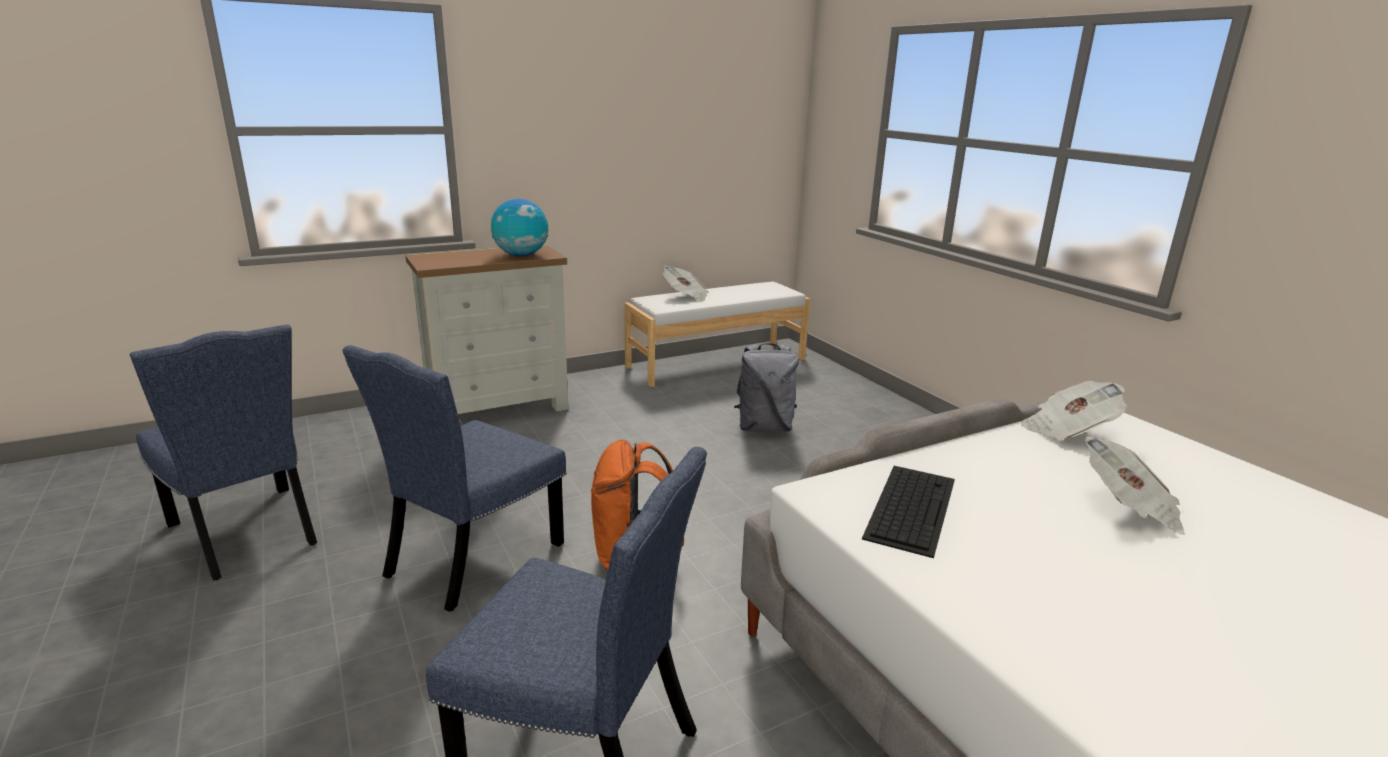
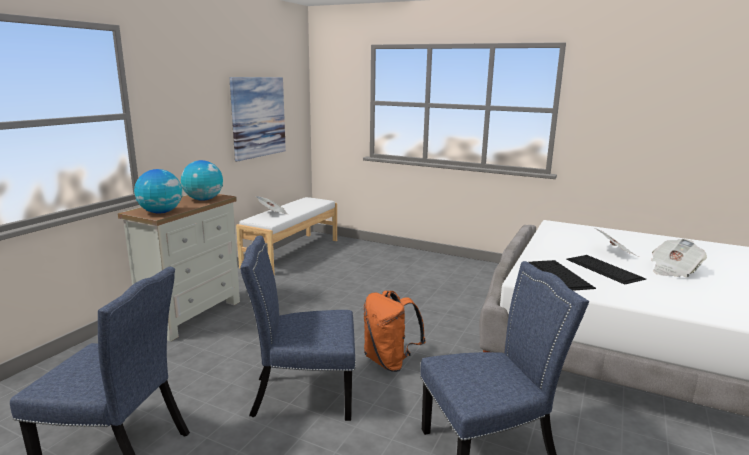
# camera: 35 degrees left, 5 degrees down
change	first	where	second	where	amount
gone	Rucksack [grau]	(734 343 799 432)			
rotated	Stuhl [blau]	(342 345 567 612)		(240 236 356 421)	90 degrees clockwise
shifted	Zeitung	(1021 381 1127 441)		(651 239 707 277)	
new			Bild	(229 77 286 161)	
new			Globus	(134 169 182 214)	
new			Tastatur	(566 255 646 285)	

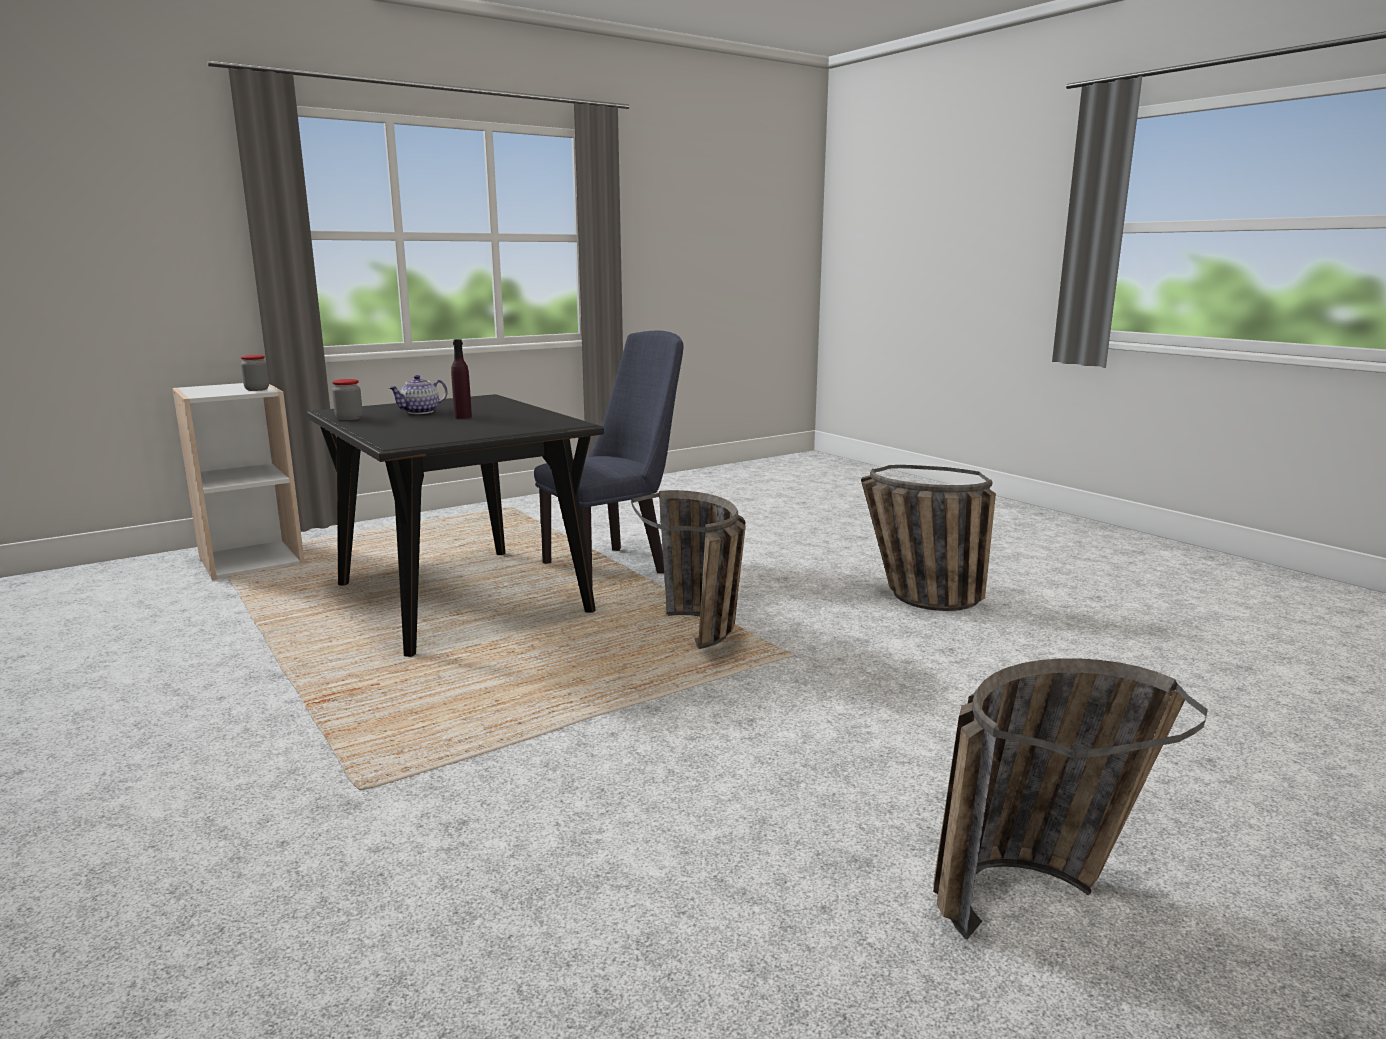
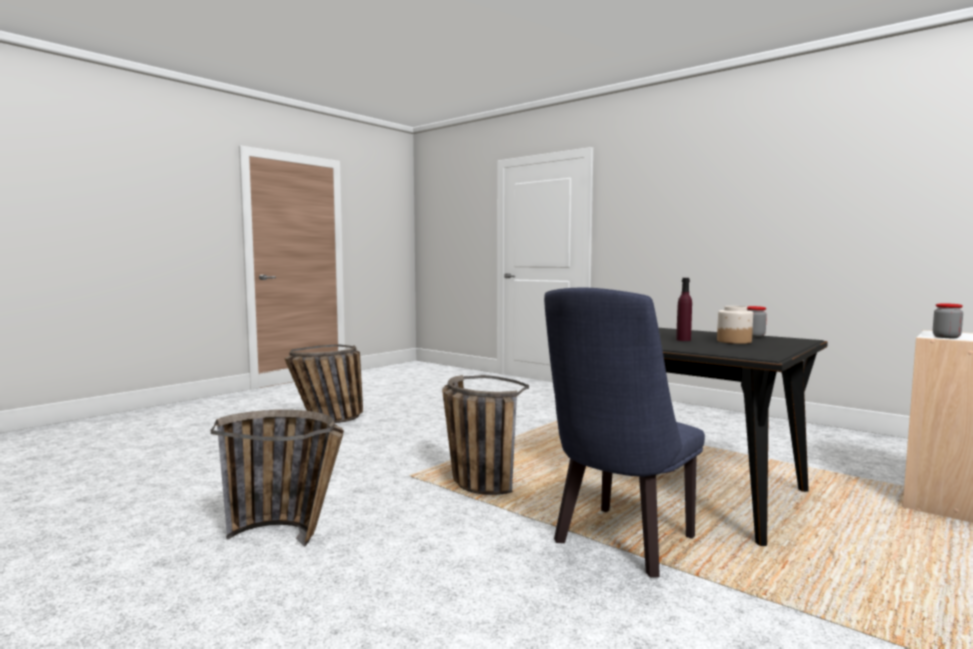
# camera: 165 degrees right, 10 degrees down
change	first	where	second	where	amount
swapped	Teekanne	(389 375 447 414)	Vorratsglas	(717 306 753 344)	

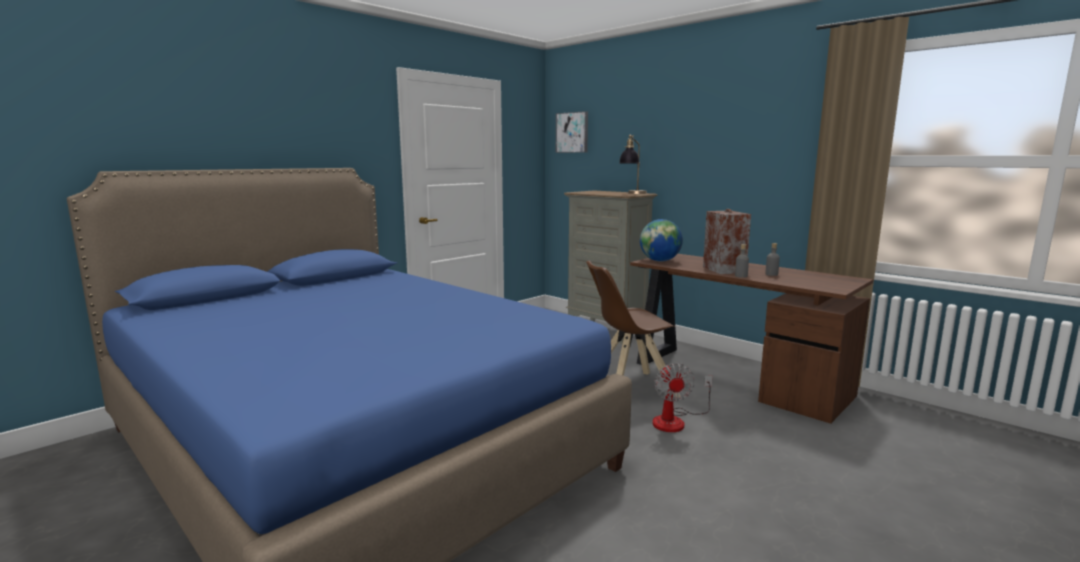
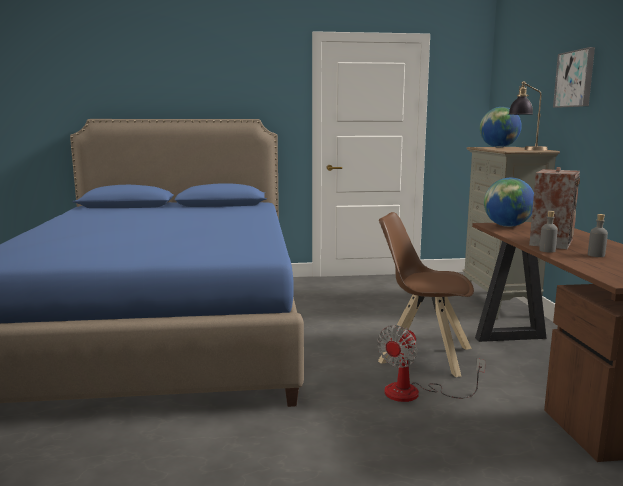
# camera: 40 degrees right, 0 degrees up
change	first	where	second	where	amount
shifted	Bild	(556 111 588 153)		(553 47 595 108)	
new			Globus	(480 107 522 148)	

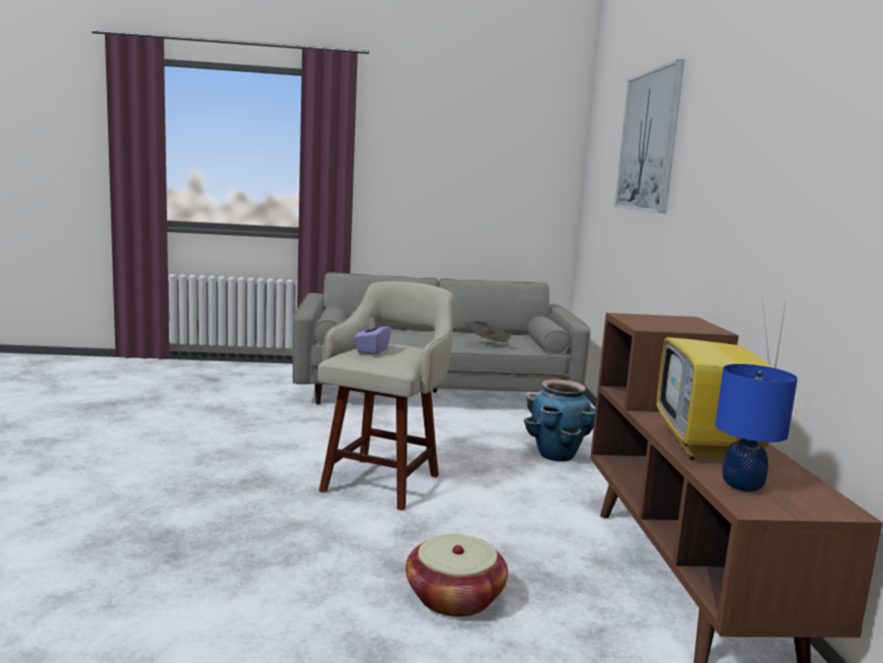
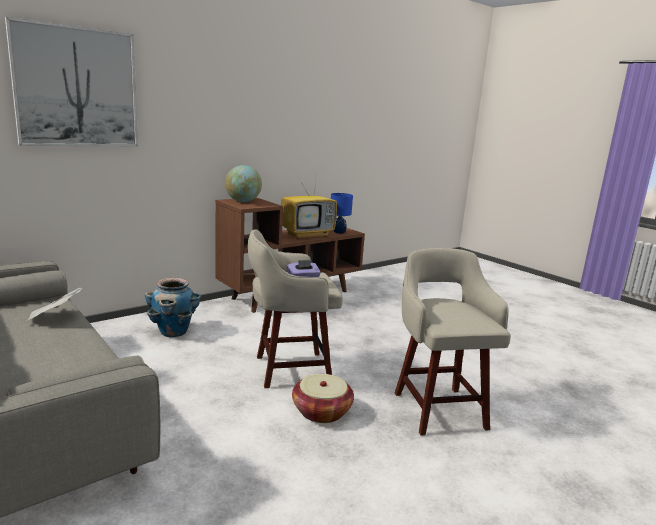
# camera: 125 degrees left, 5 degrees up
change	first	where	second	where	amount
shifted	Korb	(405 534 508 617)		(292 374 354 423)	
new			Globus	(225 165 262 202)	
new			Hocker [beige]	(395 248 511 435)	

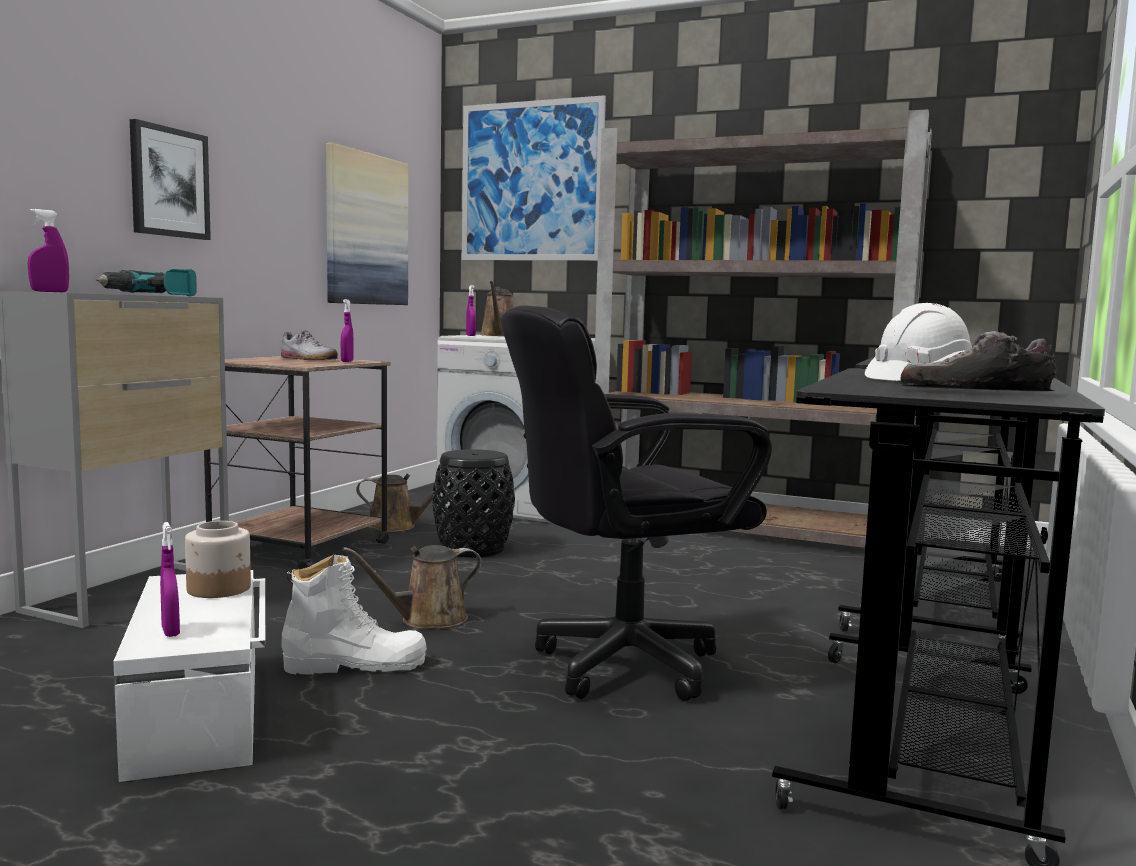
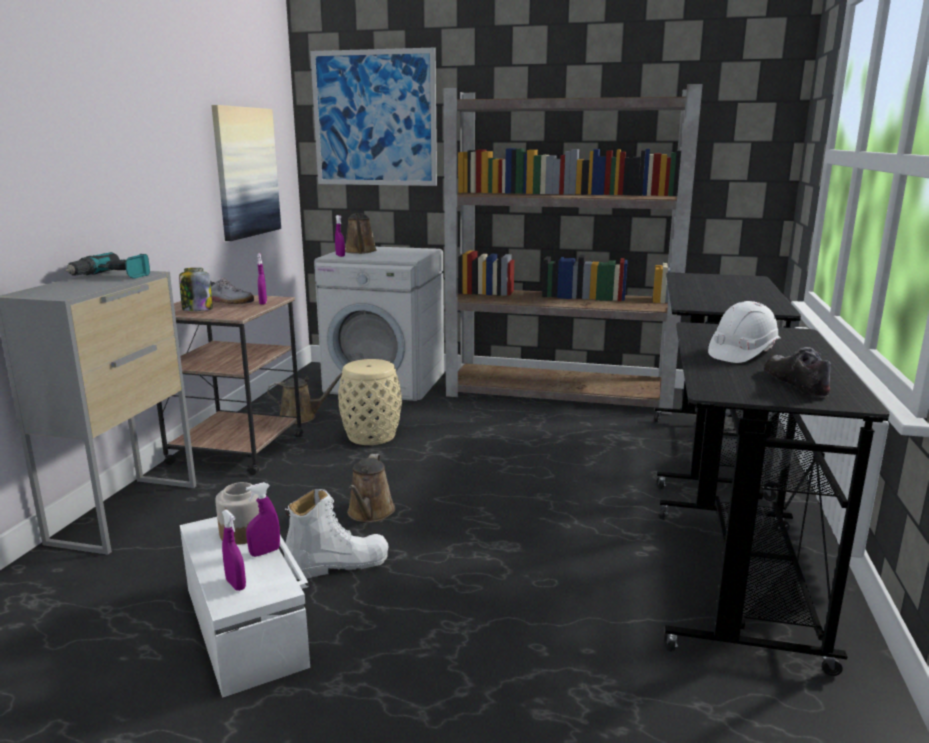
# camera: 10 degrees left, 10 degrees up
change	first	where	second	where	amount
gone	Bild	(130 119 211 240)			
shifted	Sprühflasche [lila]	(28 209 69 292)		(246 482 280 557)	
gone	Bürostuhl [schwarz]	(501 306 772 701)			
rotated	Schuh	(900 331 1056 391)		(764 347 831 398)	90 degrees clockwise
repainted	Hocker [schwarz]	(433 449 515 558)	Hocker [beige]	(338 359 402 445)	
rotated	Gießkanne [braun]	(342 545 482 628)		(347 454 395 522)	45 degrees counterclockwise
new			Vorratsglas	(179 268 213 311)	

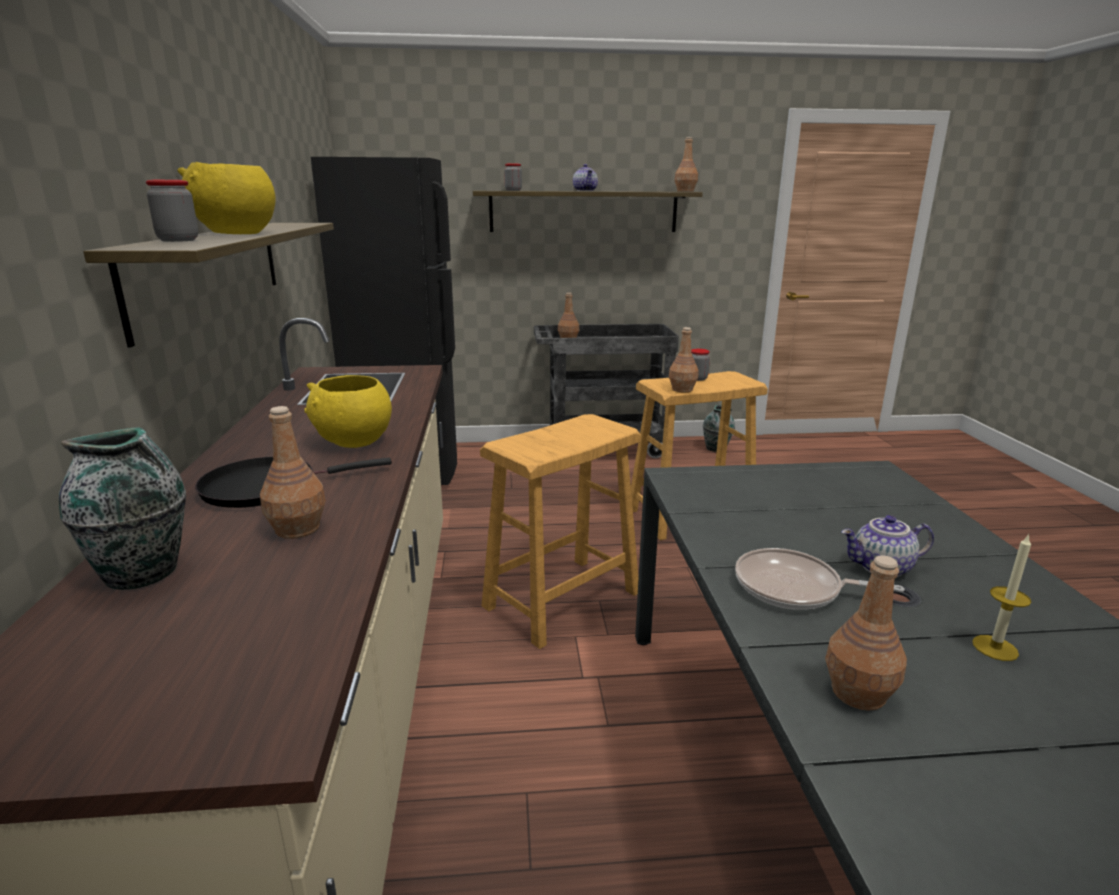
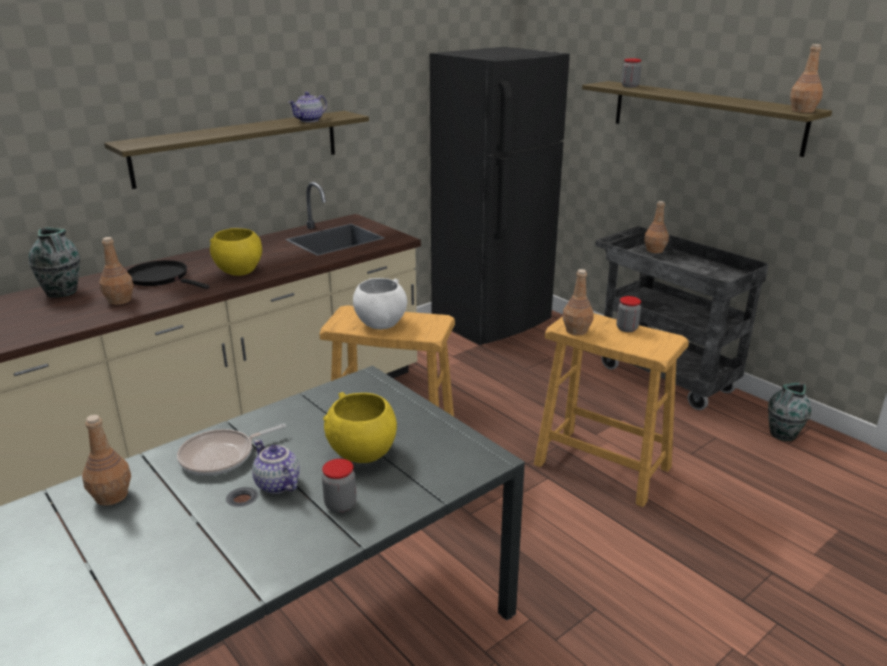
# camera: 55 degrees right, 5 degrees up
change	first	where	second	where	amount
shifted	Schüssel [gelb]	(178 162 276 234)		(323 392 397 463)	
shifted	Teekanne	(573 164 598 191)		(288 92 327 122)	
shifted	Vorratsglas	(146 180 198 242)		(322 459 356 513)	
gone	Kerze	(972 534 1031 661)			
rotated	Pfanne	(735 548 905 610)		(177 424 286 476)	105 degrees counterclockwise
new			Schüssel [weiß]	(353 278 407 329)	

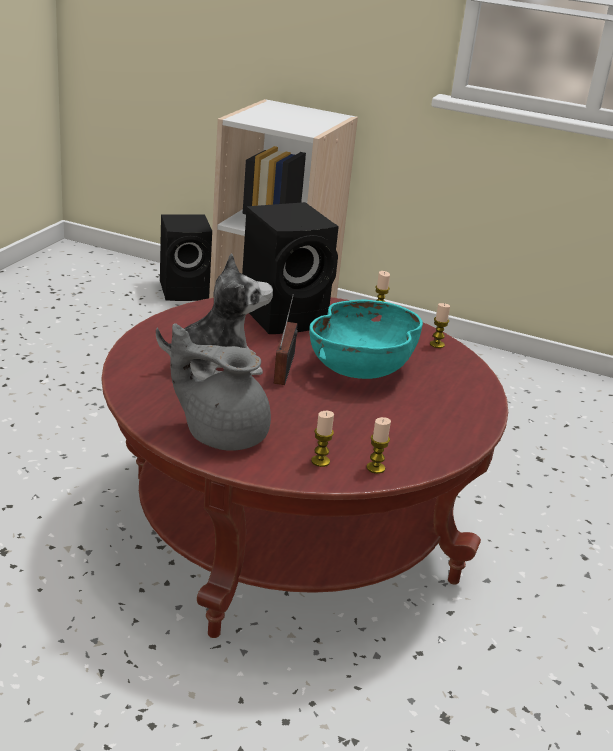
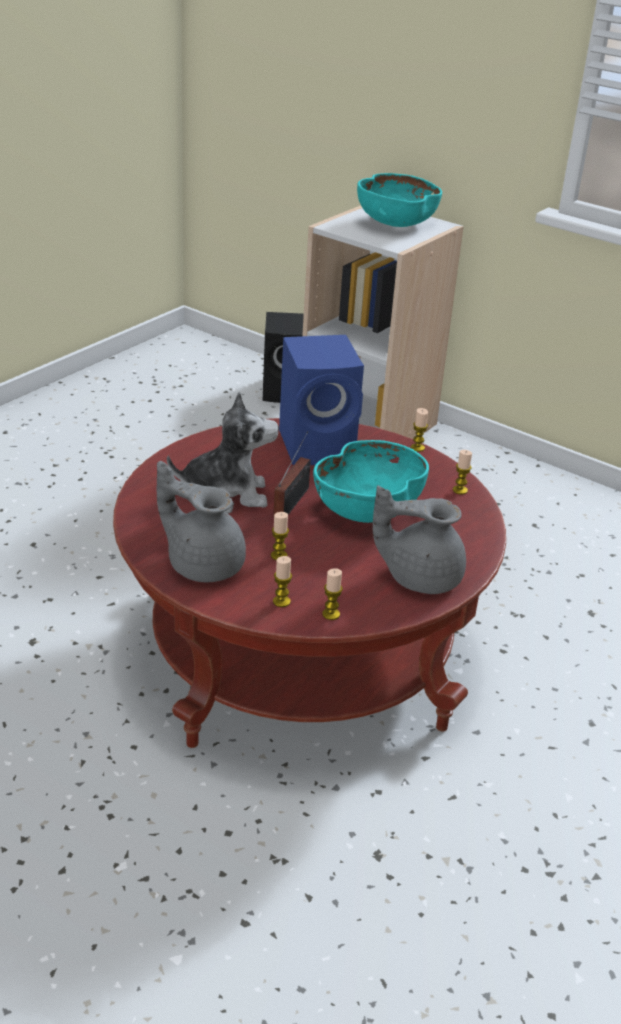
# camera: 15 degrees right, 5 degrees up
change	first	where	second	where	amount
repainted	Lautsprecher [schwarz]	(242 202 339 334)	Lautsprecher [blau]	(279 335 364 465)	
new			Schüssel [türkis]	(357 173 442 227)	
new			Teekanne [grau]	(373 485 466 594)	
new			Kerze	(271 512 289 560)	

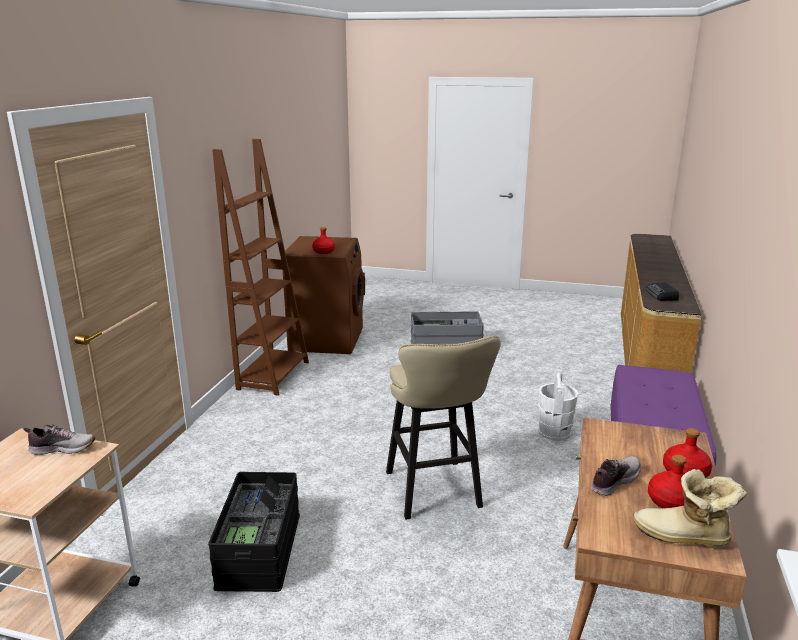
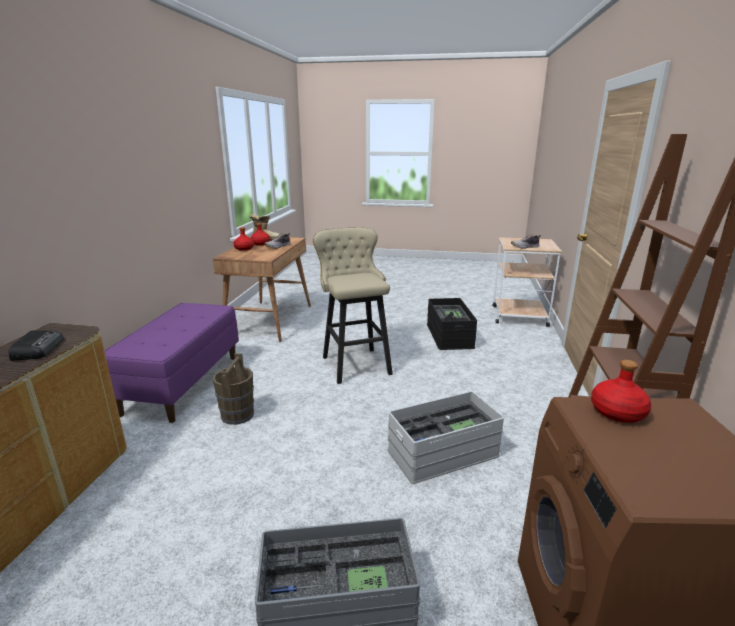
# camera: 175 degrees right, 0 degrees up
change	first	where	second	where	amount
repainted	Eimer [weiß]	(538 369 578 441)	Eimer [braun]	(213 353 254 425)	
new			Aufbewahrungsbox [grau]	(387 391 504 484)	

